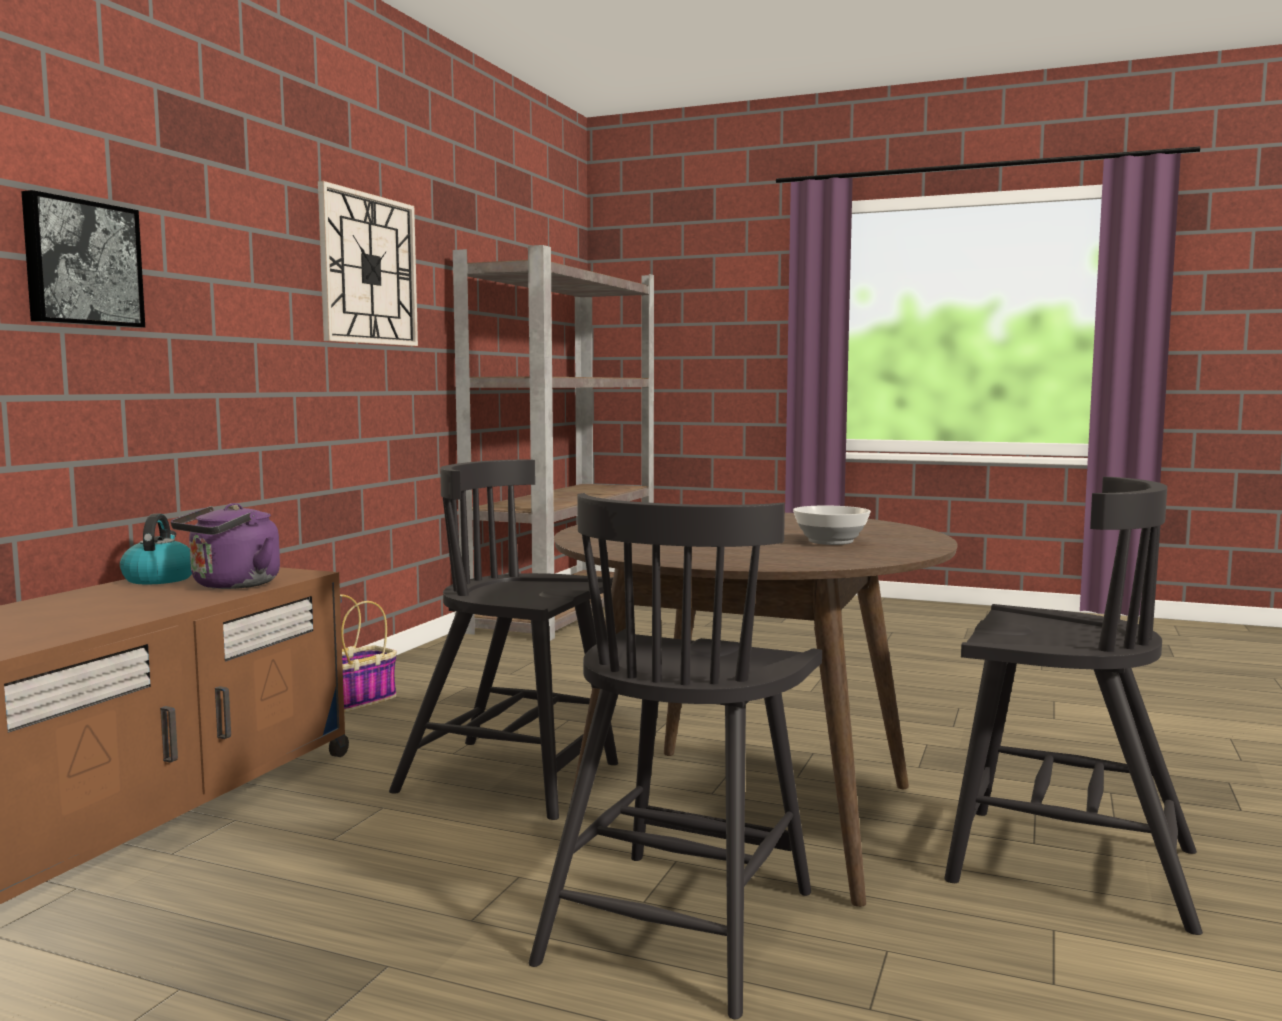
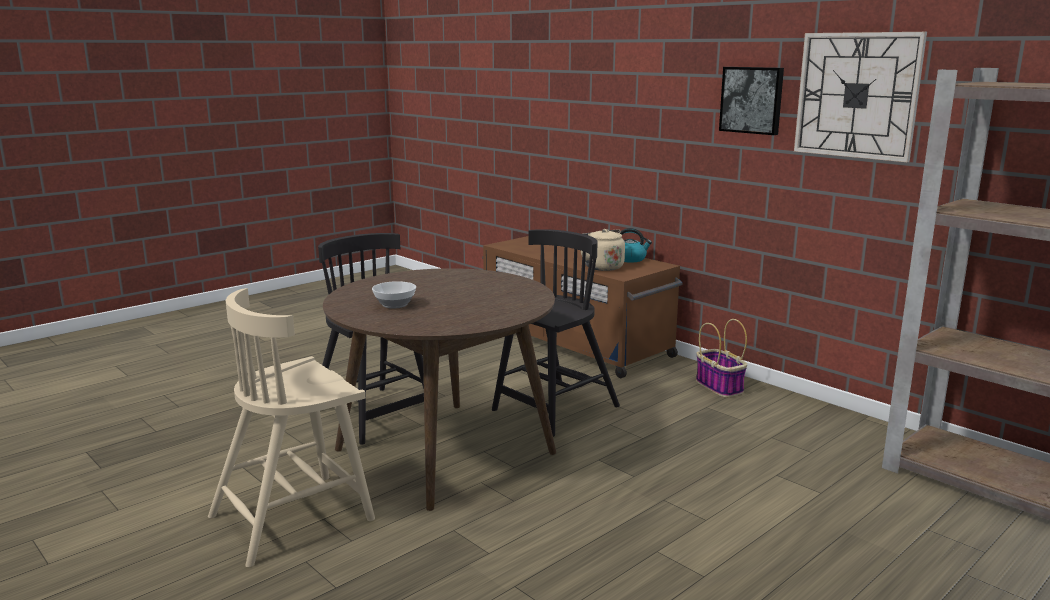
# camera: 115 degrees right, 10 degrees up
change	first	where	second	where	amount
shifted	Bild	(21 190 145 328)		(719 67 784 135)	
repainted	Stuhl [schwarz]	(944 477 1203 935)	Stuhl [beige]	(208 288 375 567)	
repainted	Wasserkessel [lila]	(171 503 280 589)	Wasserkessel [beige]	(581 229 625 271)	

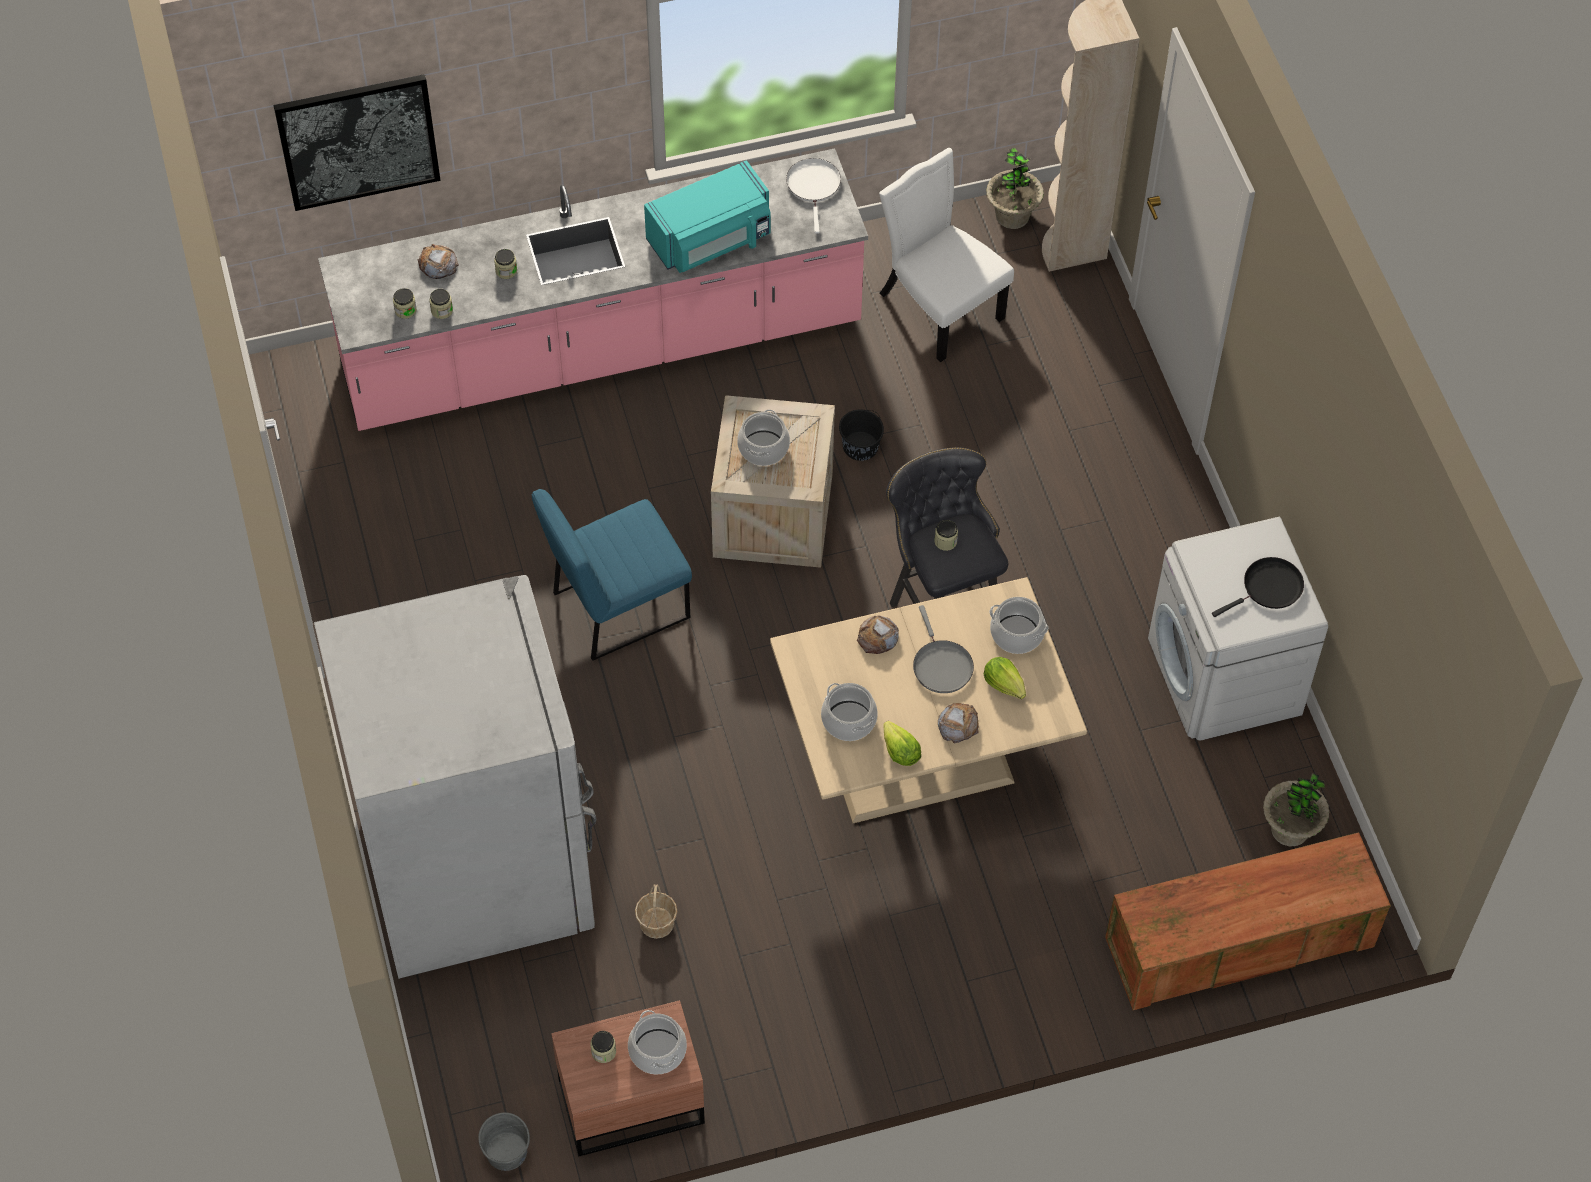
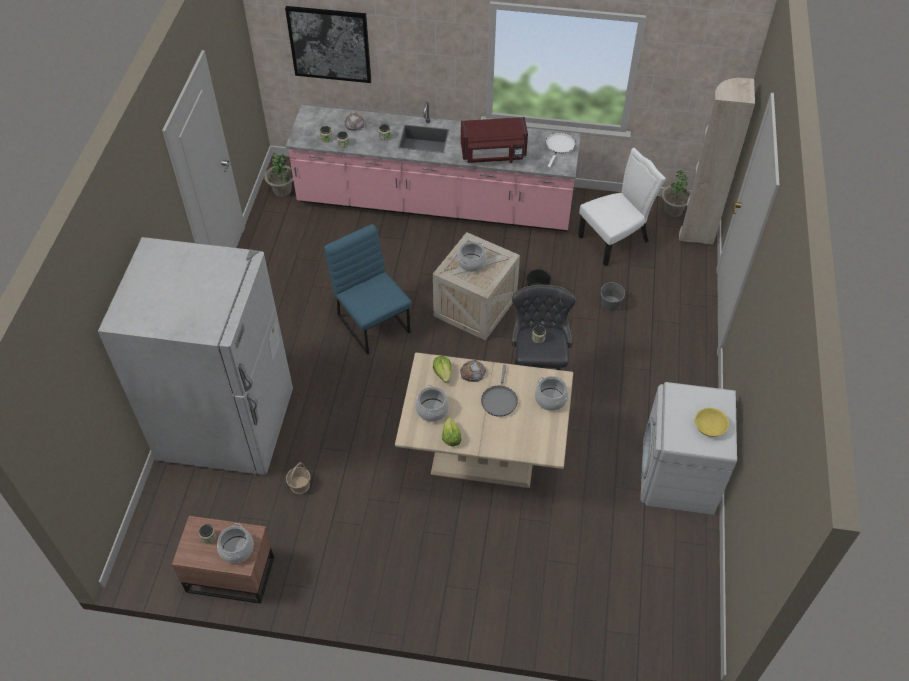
# camera: 25 degrees right, 5 degrees down
change	first	where	second	where	amount
rotated	Stuhl [weiß]	(879 148 1014 362)		(578 148 666 266)	75 degrees clockwise
repainted	Mikrowelle [türkis]	(644 160 771 273)	Mikrowelle [rot]	(461 117 528 163)	
rotated	Stuhl [blau]	(532 489 692 661)		(324 224 412 355)	60 degrees clockwise
swapped	Pfanne [schwarz]	(1212 557 1304 617)	Schüssel [gelb]	(694 408 729 437)	
shifted	Salatkopf	(984 657 1026 699)		(433 356 452 383)	
gone	Brot	(938 703 979 743)			
shifted	Topfpflanze	(1263 773 1329 846)		(264 153 293 197)	
gone	Bank [braun]	(1105 832 1391 1010)			
shifted	Eimer [grau]	(478 1112 530 1171)		(600 282 625 311)	

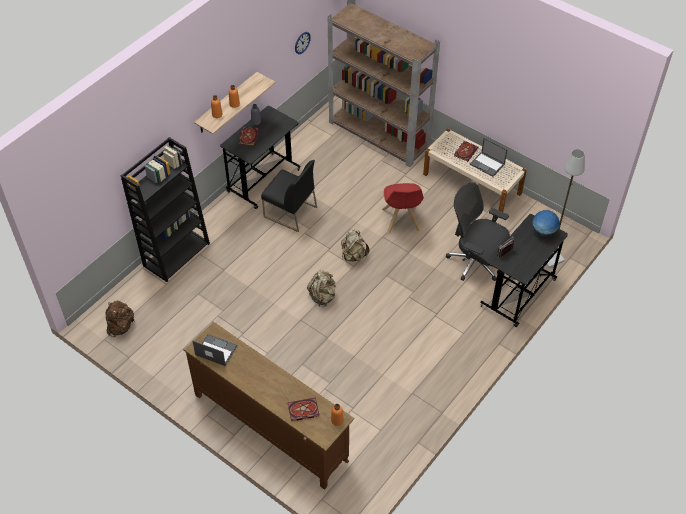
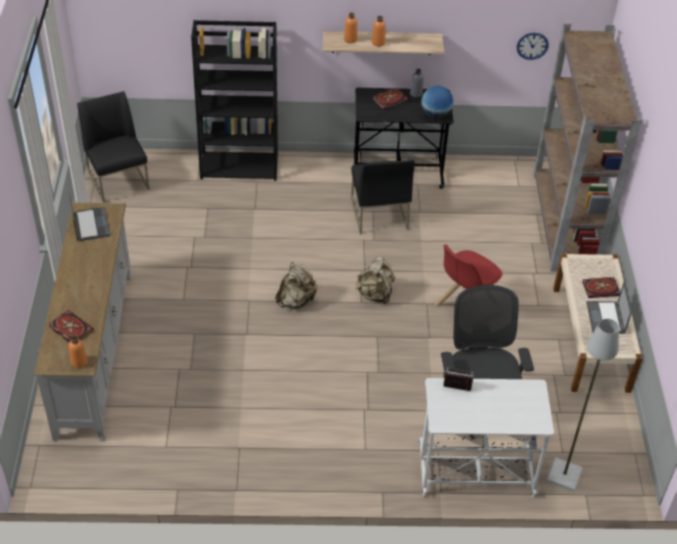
# camera: 50 degrees right, 5 degrees down
change	first	where	second	where	amount
shifted	Globus	(533 210 560 237)		(421 86 453 118)	
repainted	Schreibtisch [schwarz]	(480 214 568 327)	Schreibtisch [weiß]	(418 378 554 498)	
swapped	Rucksack [braun]	(106 301 135 337)	Stuhl [schwarz]	(77 91 150 203)	
repainted	Schrank [braun]	(183 322 355 490)	Schrank [grau]	(34 202 132 442)	

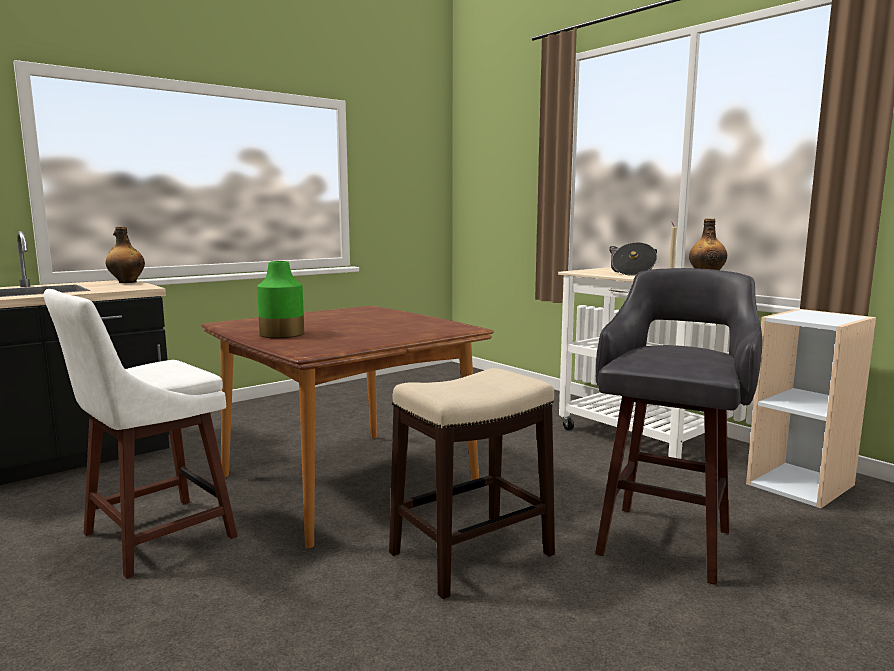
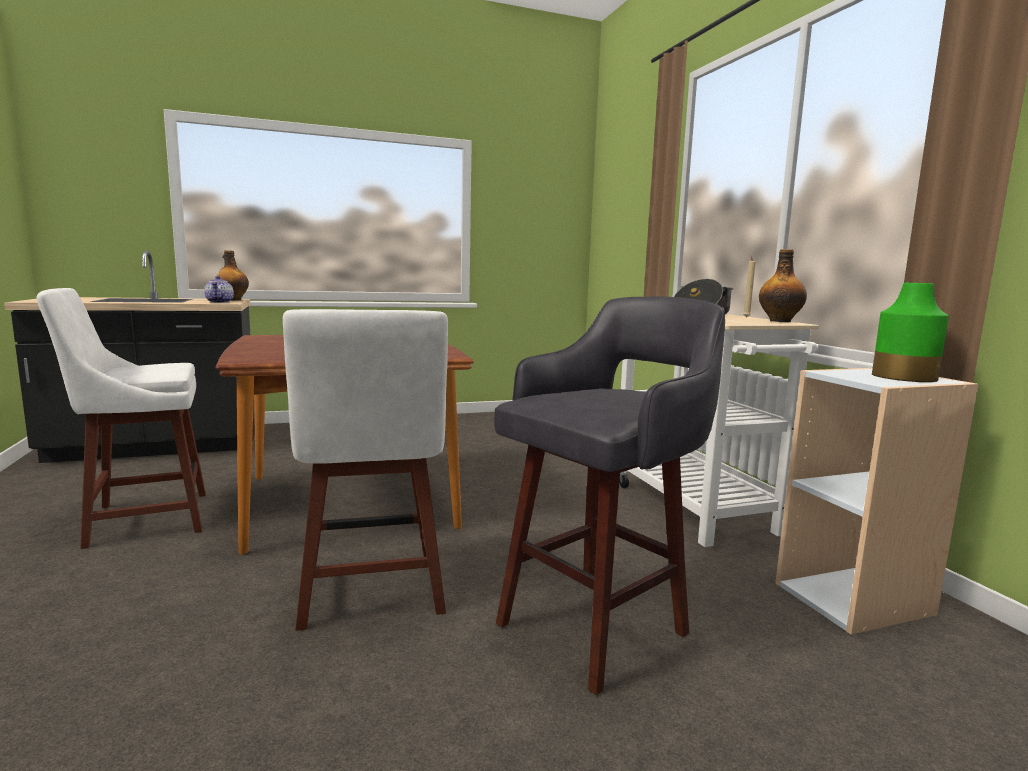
# camera: 20 degrees right, 0 degrees up
change	first	where	second	where	amount
shifted	Vase [grün]	(257 261 305 338)		(872 283 949 382)	
swapped	Hocker	(389 368 555 599)	Stuhl [weiß]	(283 309 448 631)	
new			Teekanne	(204 276 234 303)	

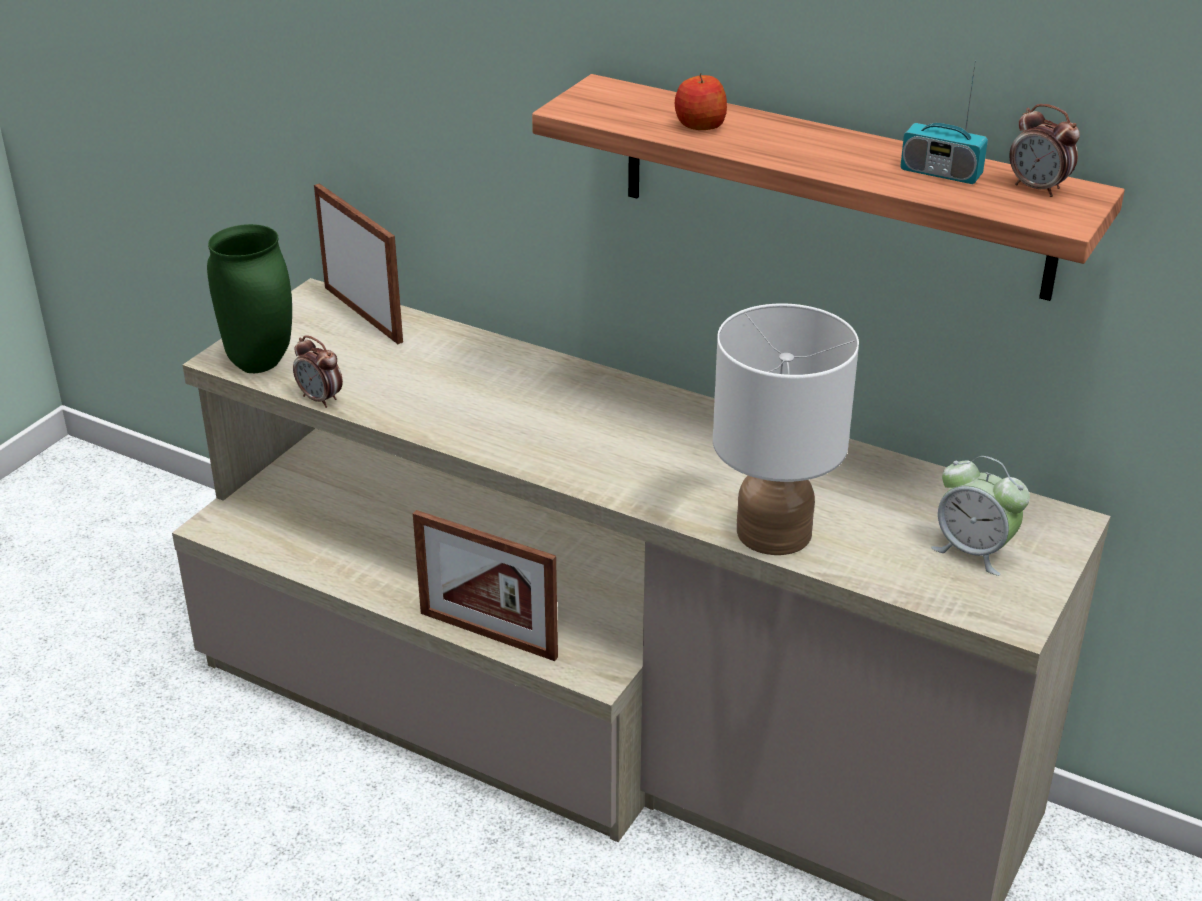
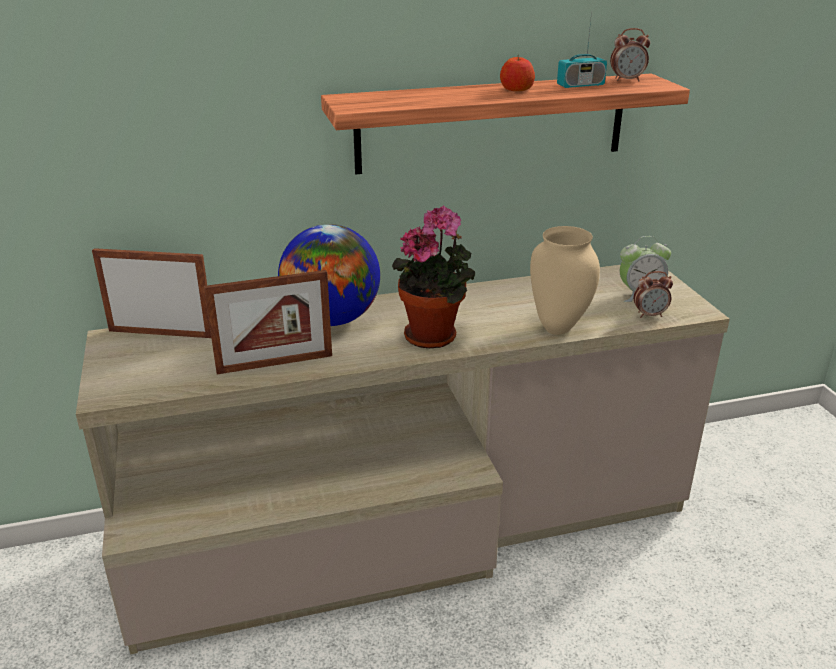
# camera: 45 degrees left, 5 degrees down
change	first	where	second	where	amount
shifted	Apfel	(675 73 727 130)		(500 54 535 91)	
gone	Vase [grün]	(207 224 292 373)			
swapped	Tischlampe [weiß]	(713 303 859 555)	Vase [beige]	(530 226 600 335)	
shifted	Wecker	(293 335 343 408)		(633 271 673 318)	
shifted	Bilderrahmen	(413 510 558 661)		(204 270 332 374)	
new			Topfpflanze	(392 205 475 348)	
new			Globus	(278 224 380 326)	

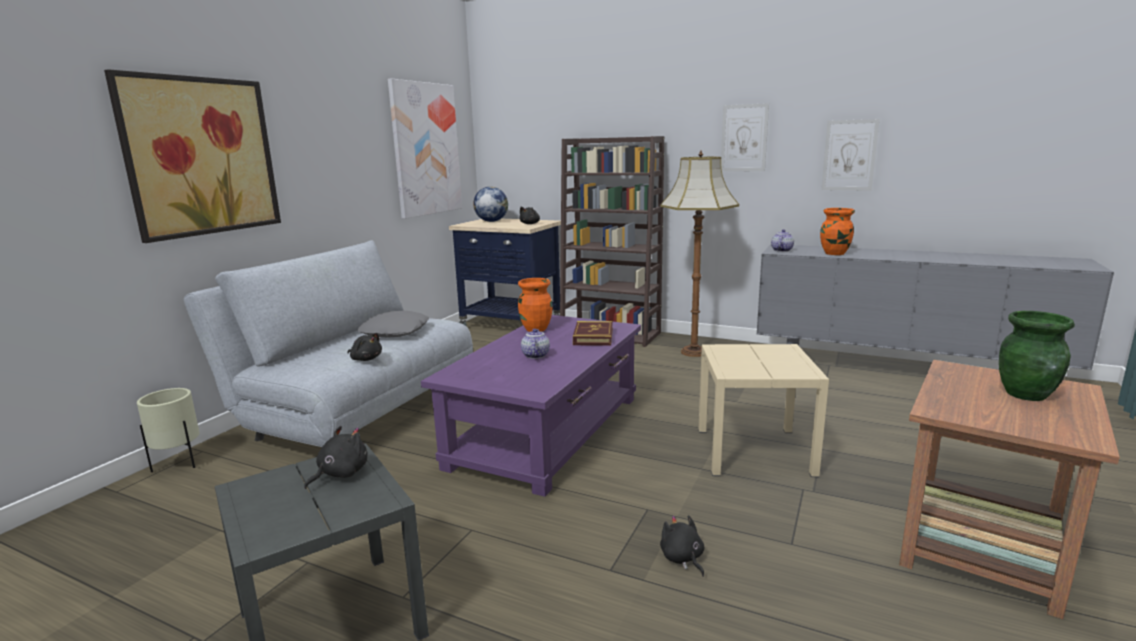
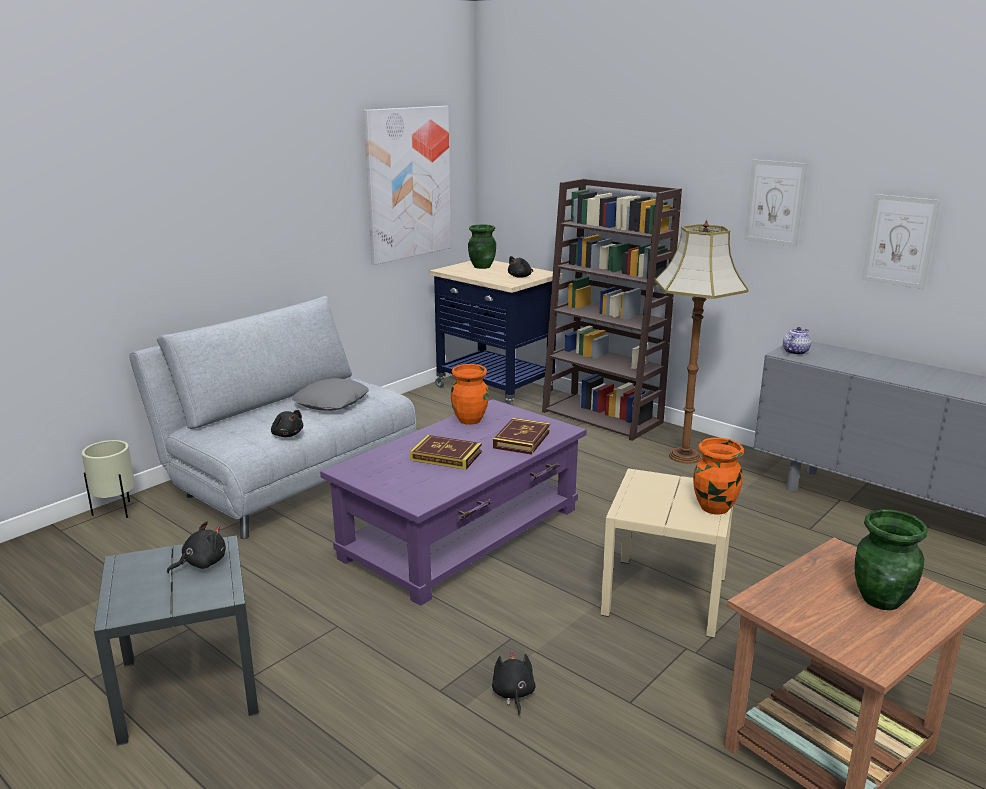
# camera: 15 degrees right, 5 degrees up
change	first	where	second	where	amount
gone	Bild	(104 69 281 243)			
swapped	Globus	(473 187 508 222)	Vase [grün]	(468 224 496 269)	
shifted	Vase [orange]	(820 208 855 255)		(693 438 744 514)	
swapped	Teekanne	(521 329 550 359)	Buch	(410 435 482 470)	

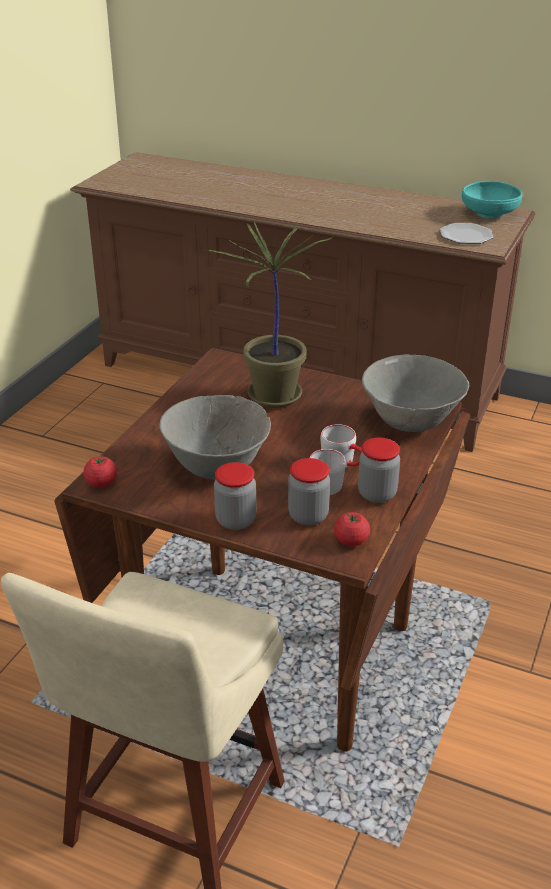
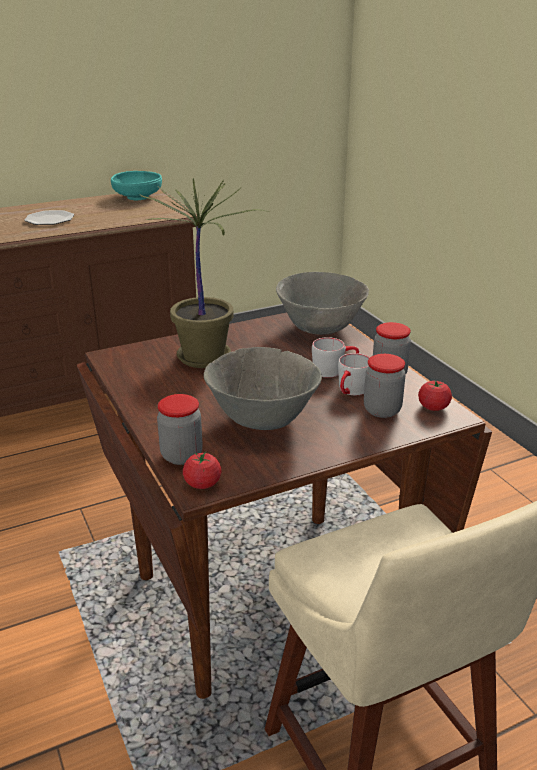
# camera: 50 degrees left, 5 degrees down
change	first	where	second	where	amount
shifted	Teller	(440 223 493 244)		(24 210 74 225)	
shifted	Vorratsglas	(214 462 256 530)		(157 394 203 465)	

